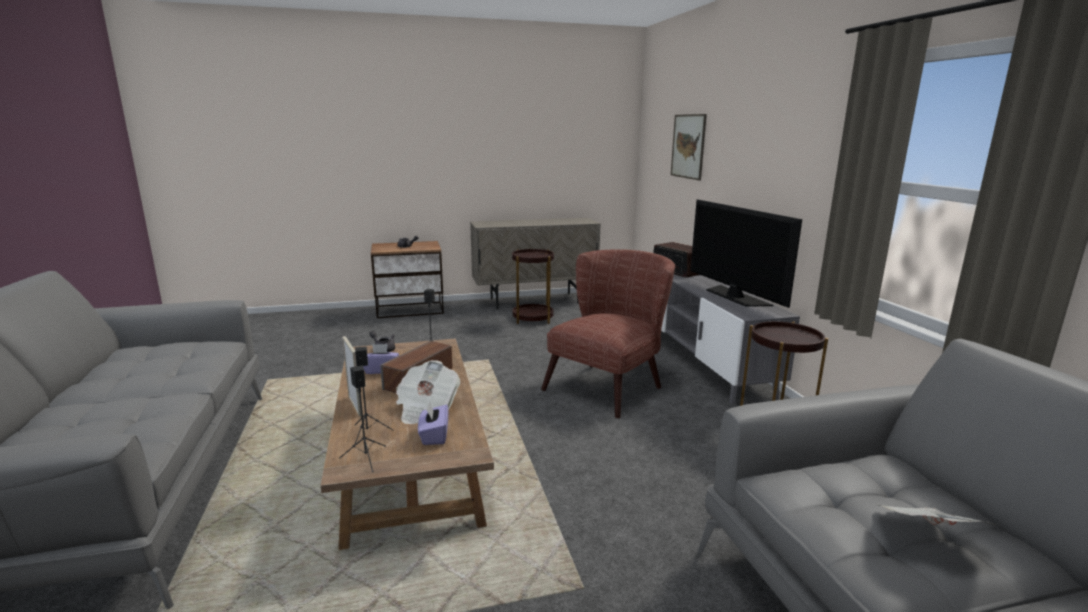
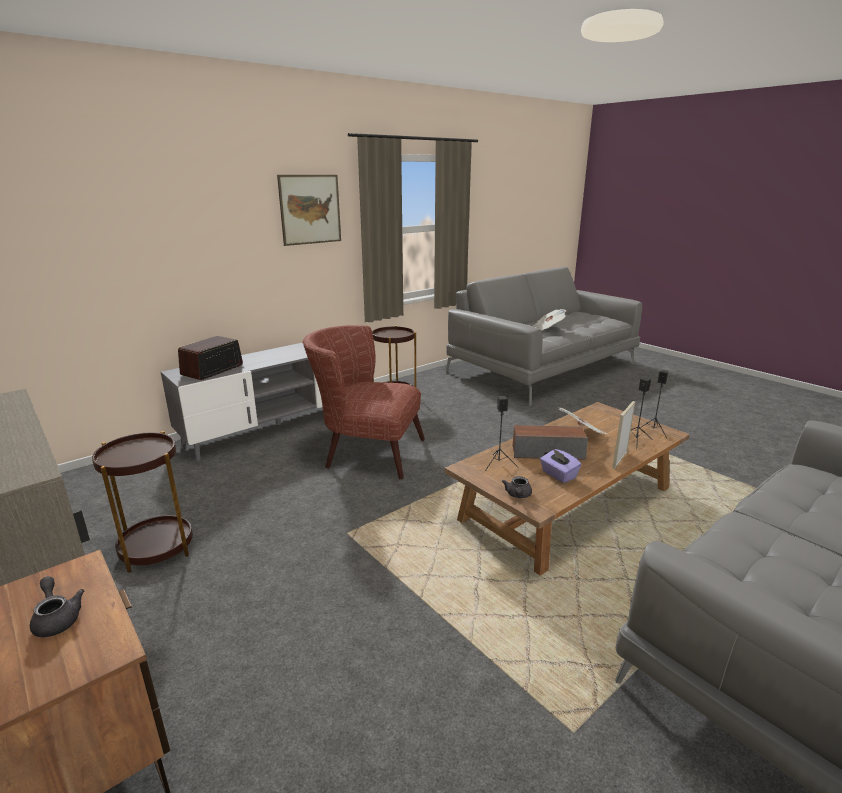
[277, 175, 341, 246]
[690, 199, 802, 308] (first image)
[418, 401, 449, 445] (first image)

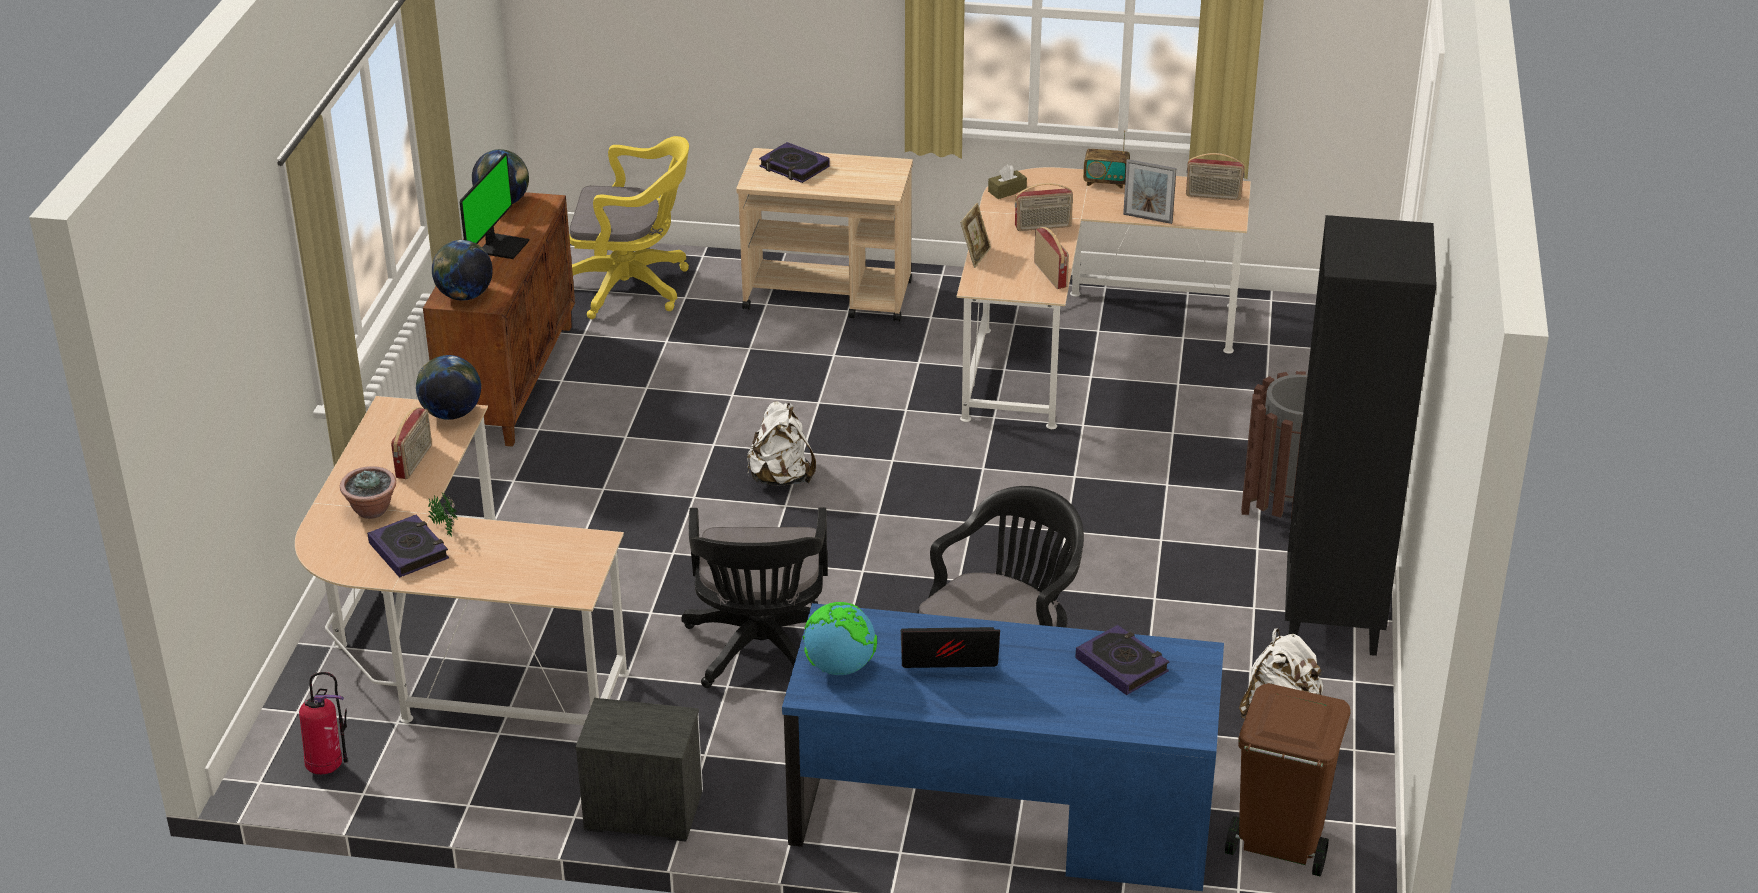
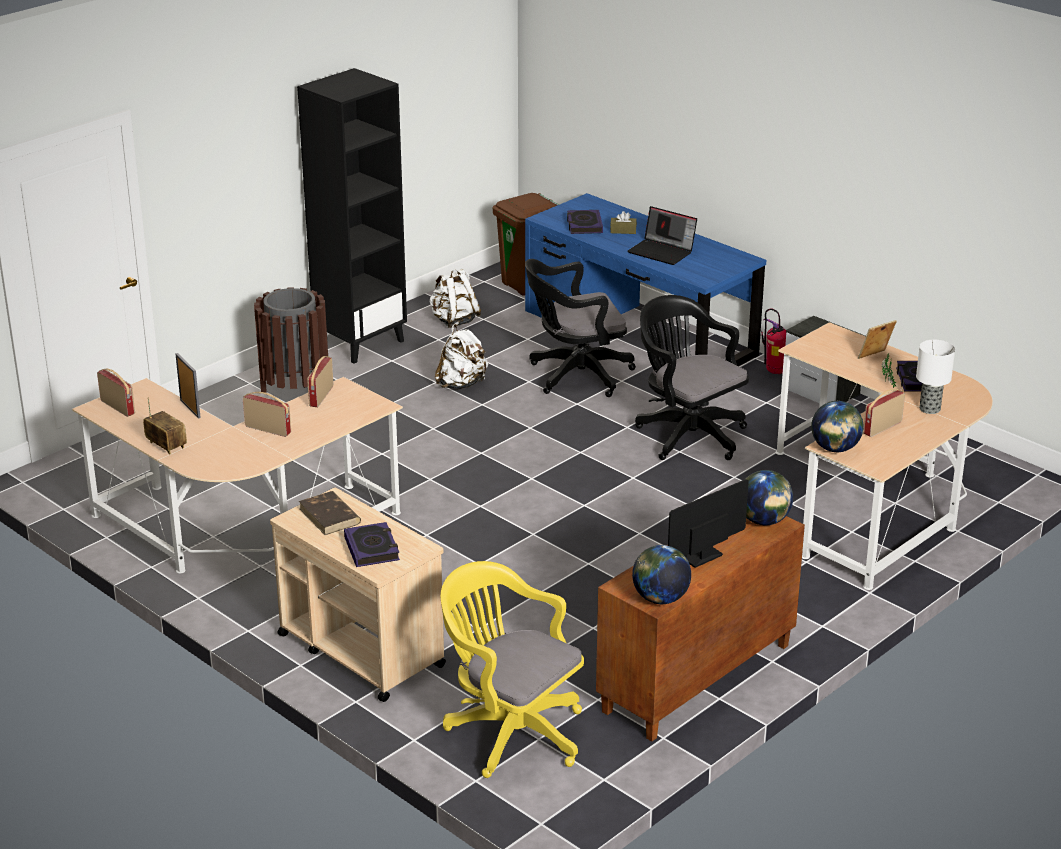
[610, 211, 637, 234]
[858, 320, 897, 359]
[435, 324, 488, 389]
[916, 340, 955, 414]
[635, 295, 749, 460]
[803, 602, 877, 675] (first image)
[761, 309, 786, 374]
[299, 491, 361, 535]

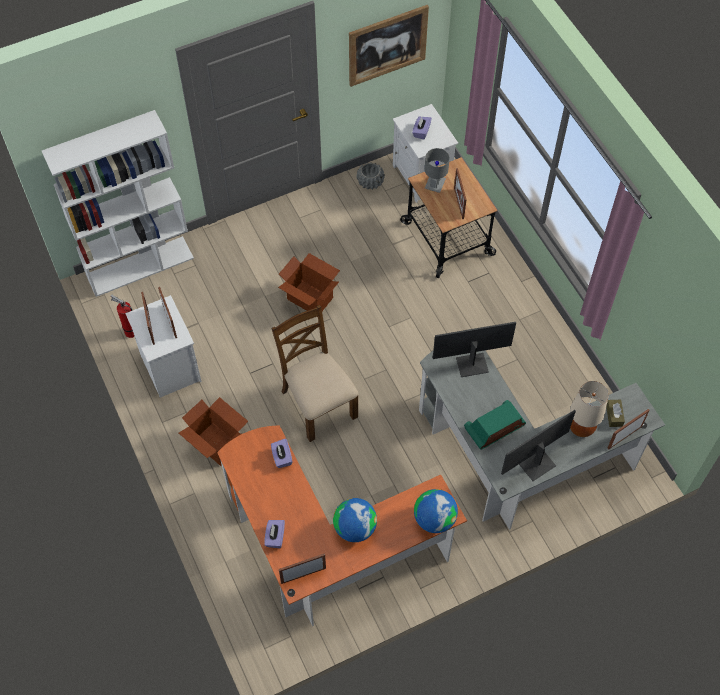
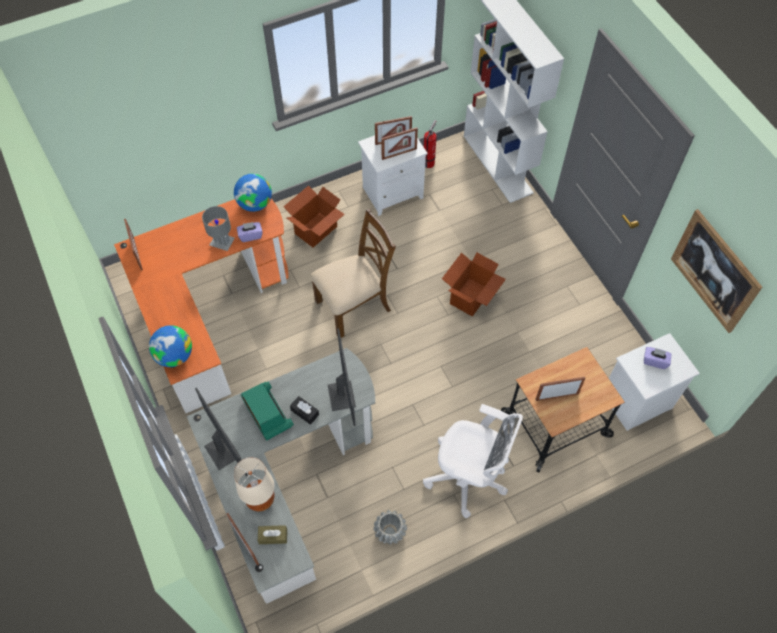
[202, 206, 235, 251]
[374, 510, 407, 545]
[234, 174, 272, 212]
[264, 520, 285, 548] (first image)
[290, 396, 319, 425]
[423, 404, 523, 518]

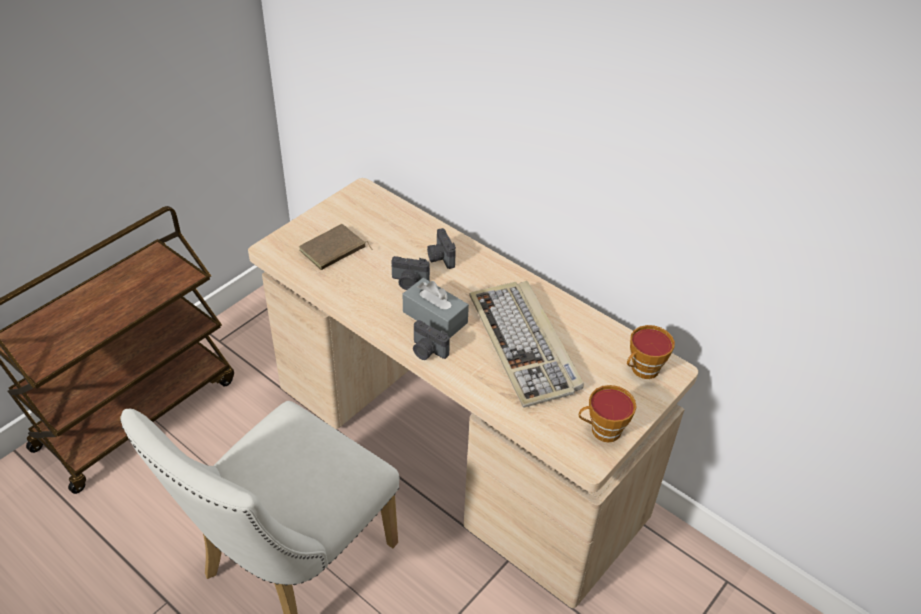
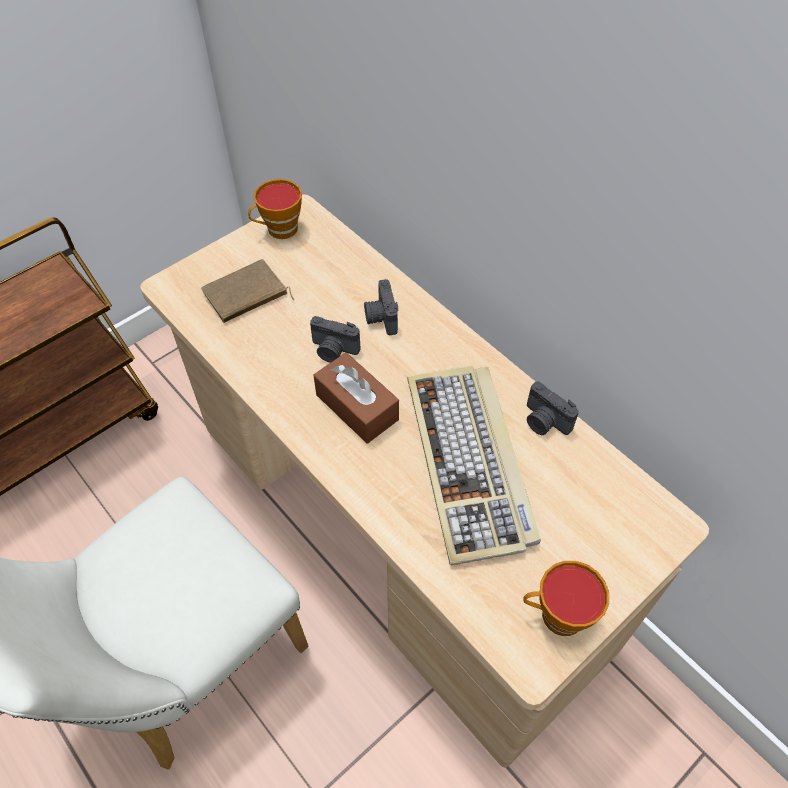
[314, 352, 399, 444]
[527, 381, 579, 435]
[248, 179, 302, 239]

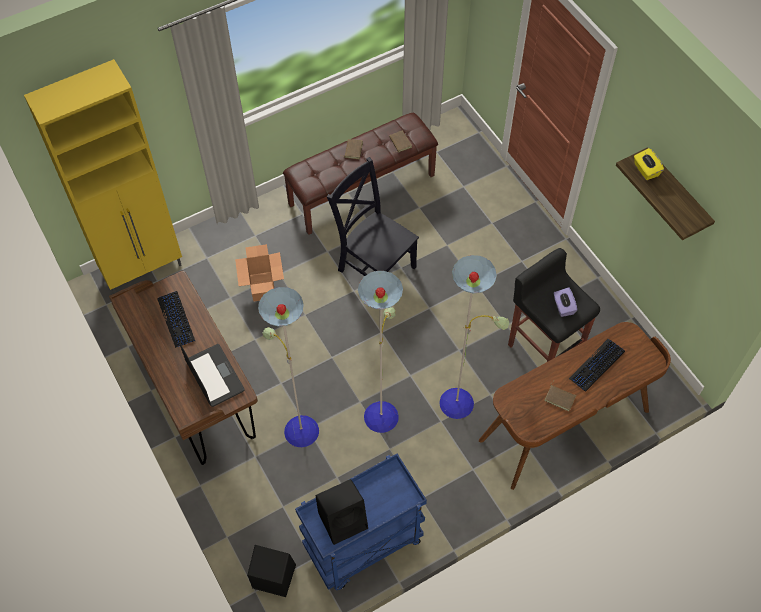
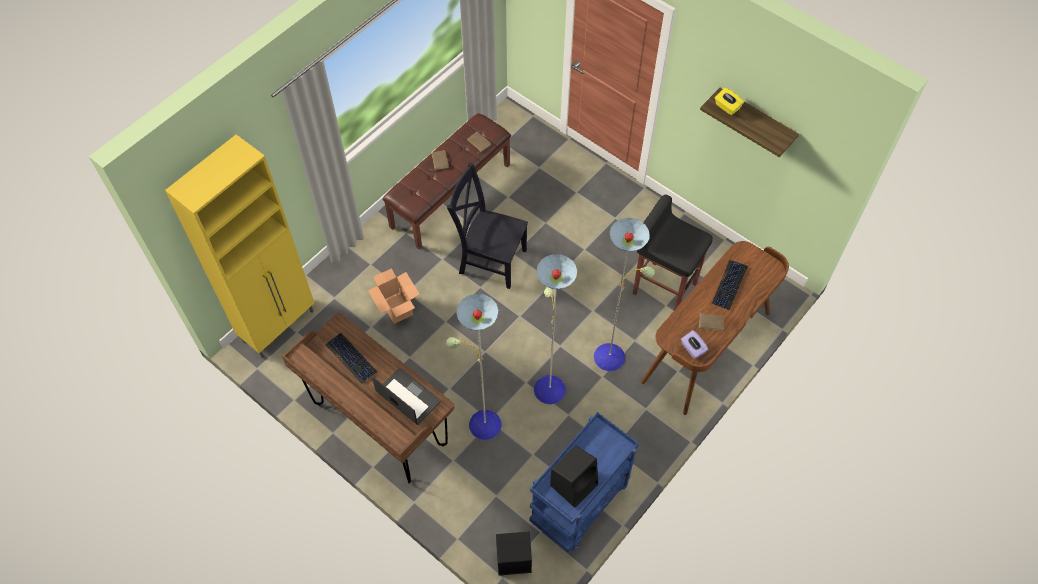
[681, 330, 708, 359]

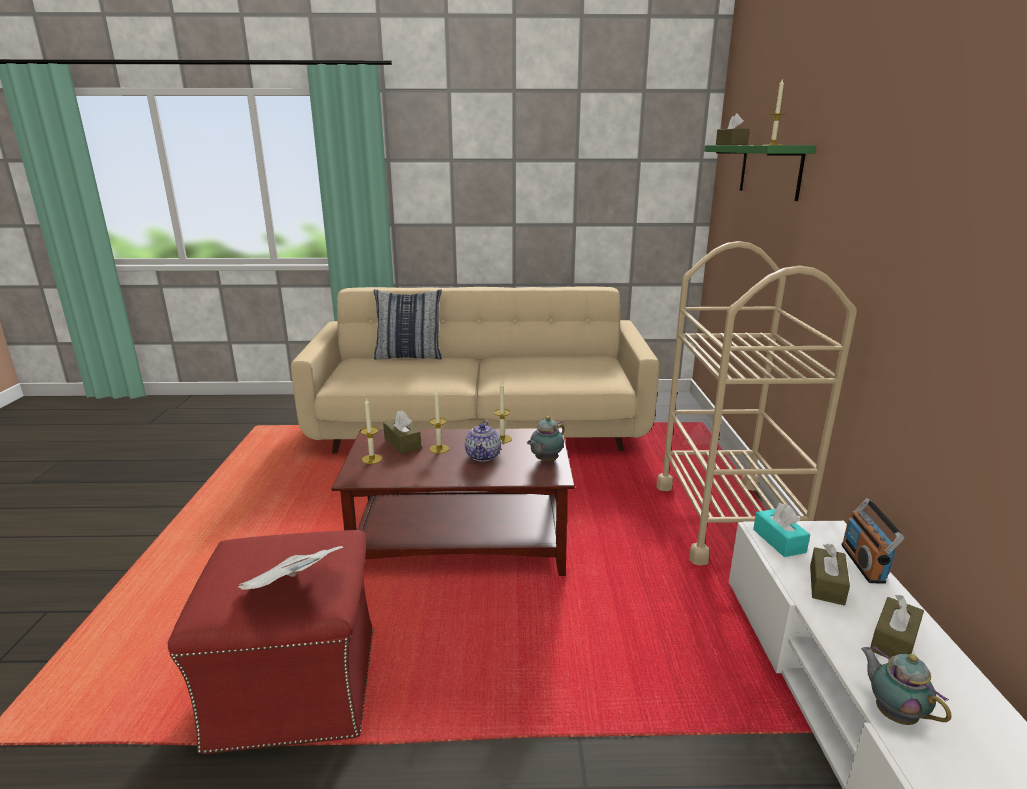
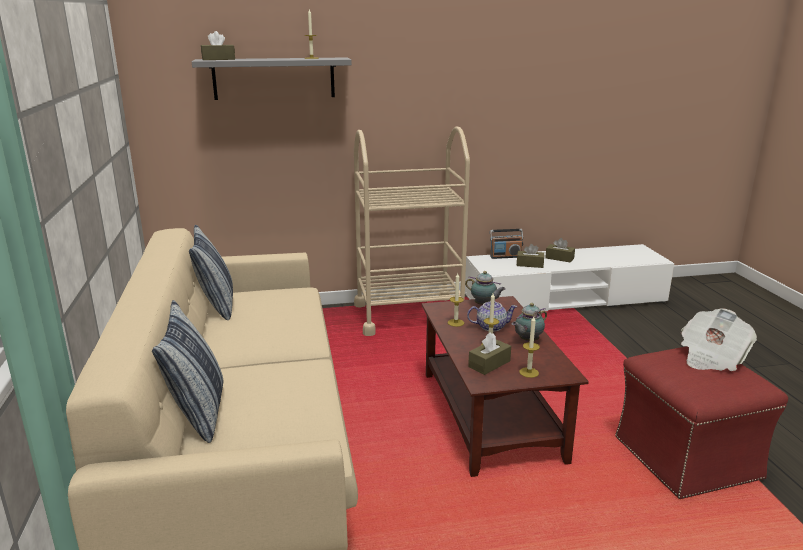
[192, 57, 352, 100]
[753, 503, 810, 557] (first image)
[512, 303, 547, 342]
[189, 224, 233, 320]

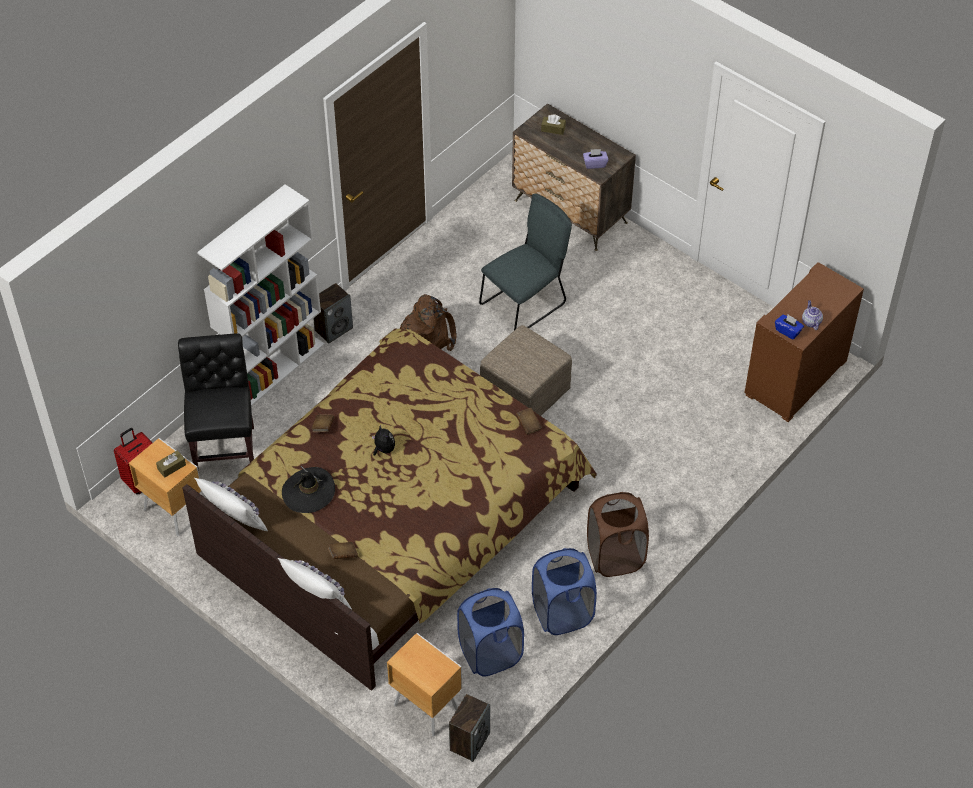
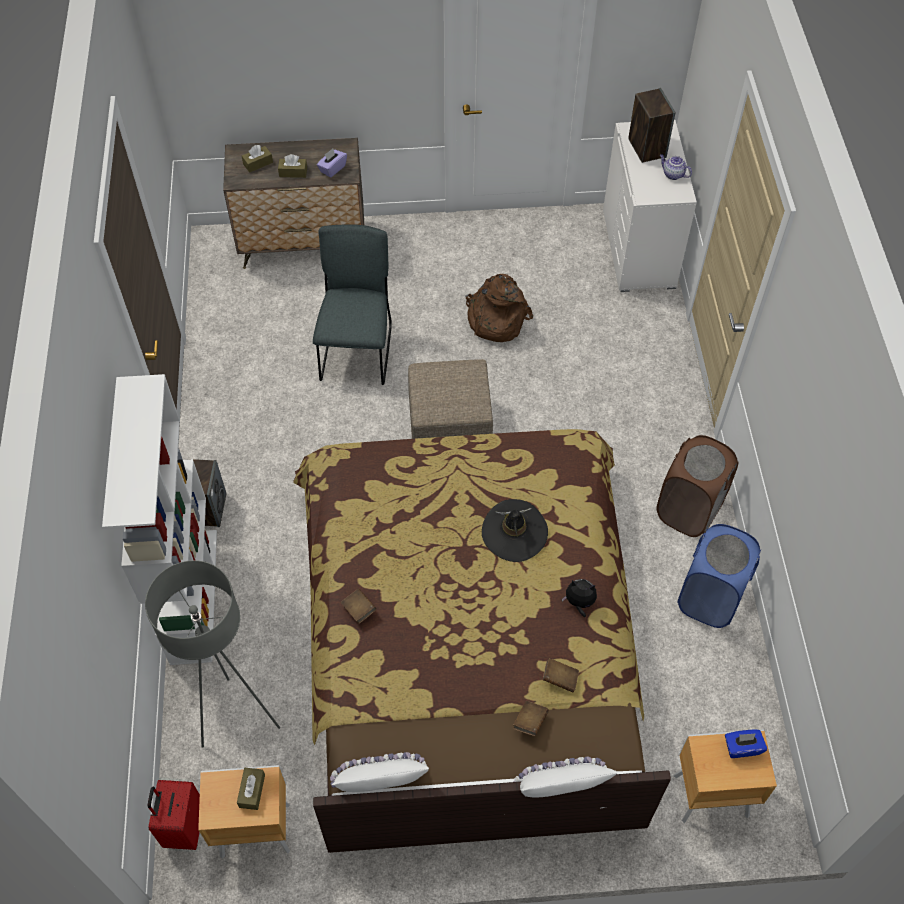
[603, 120, 697, 292]
[465, 274, 533, 342]
[725, 730, 767, 758]
[145, 560, 280, 748]
[543, 658, 579, 692]
[562, 579, 597, 617]
[482, 499, 548, 562]
[457, 588, 524, 677] (first image)
[628, 88, 675, 163]
[278, 154, 307, 178]

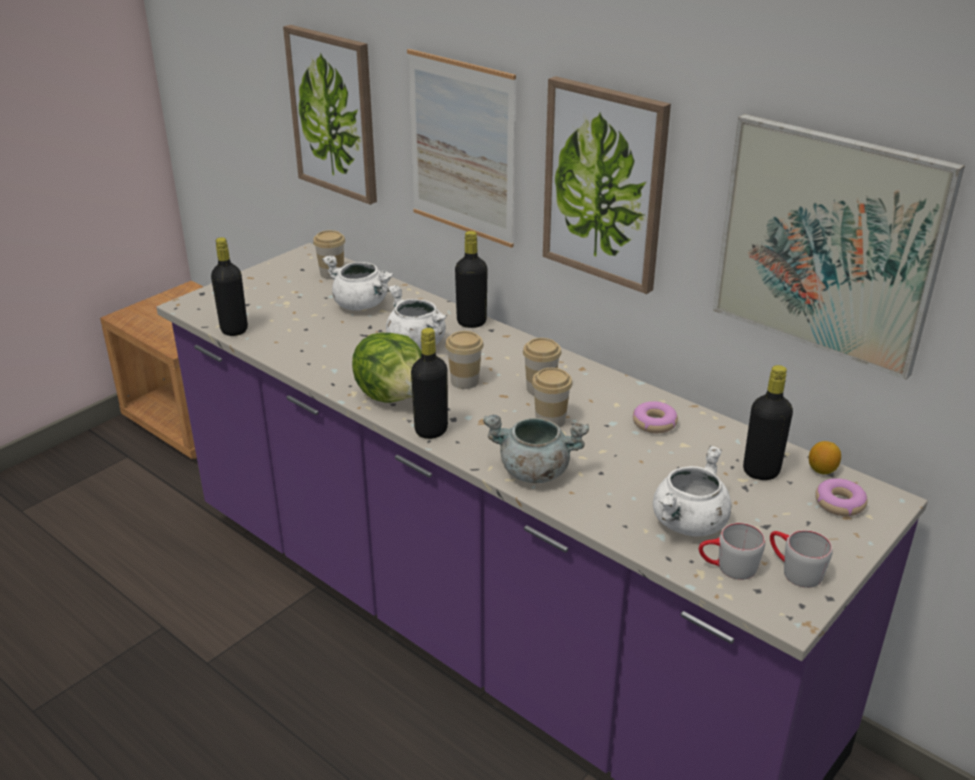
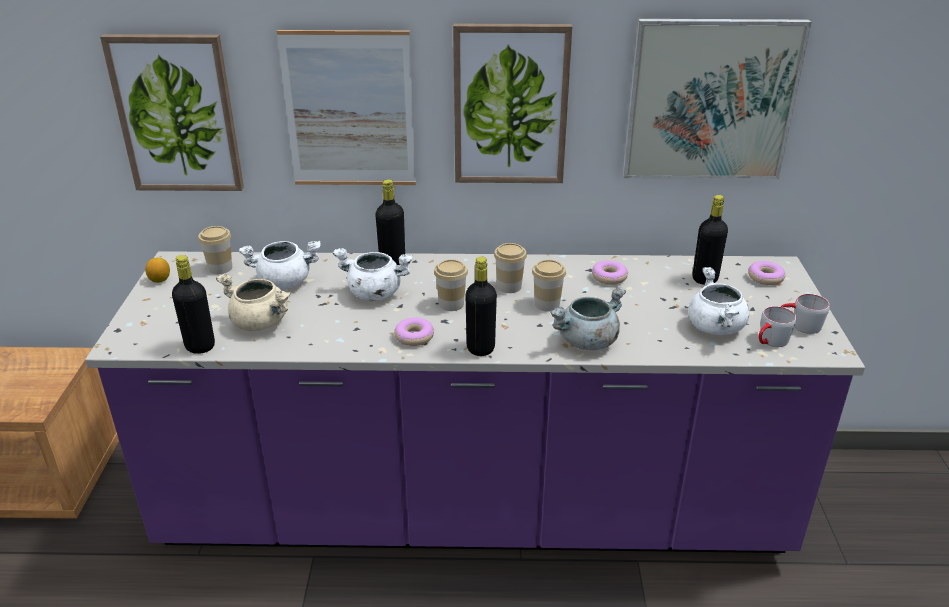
[394, 318, 434, 346]
[145, 258, 170, 283]
[216, 274, 291, 331]

